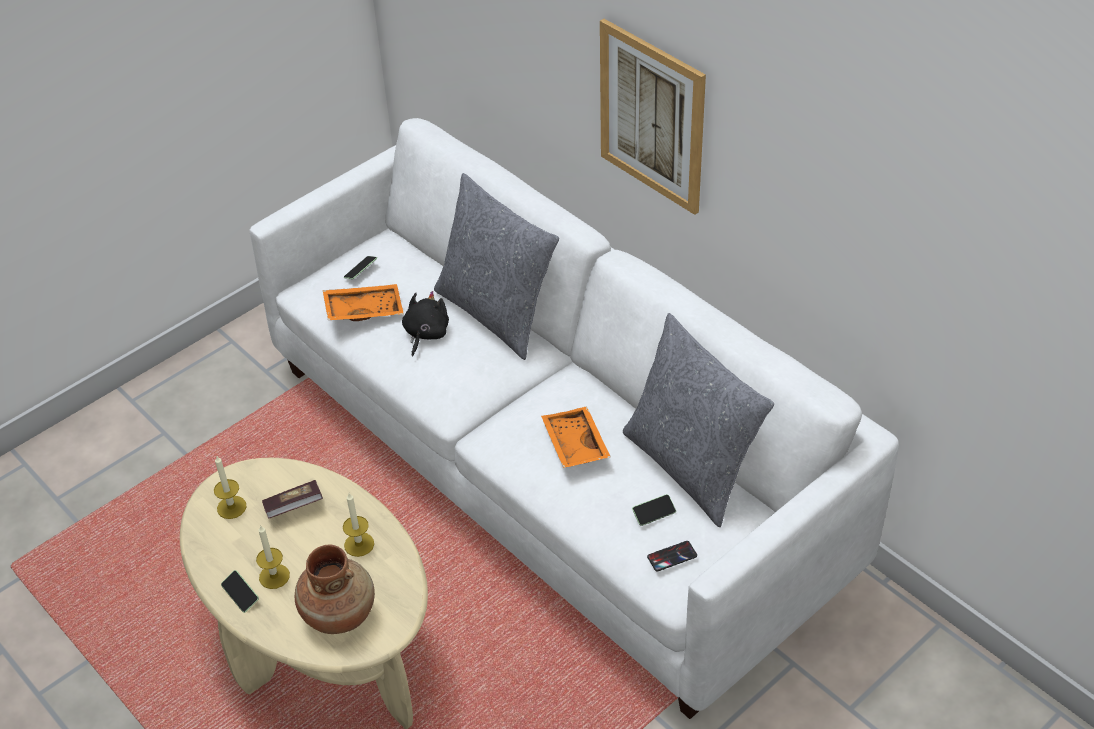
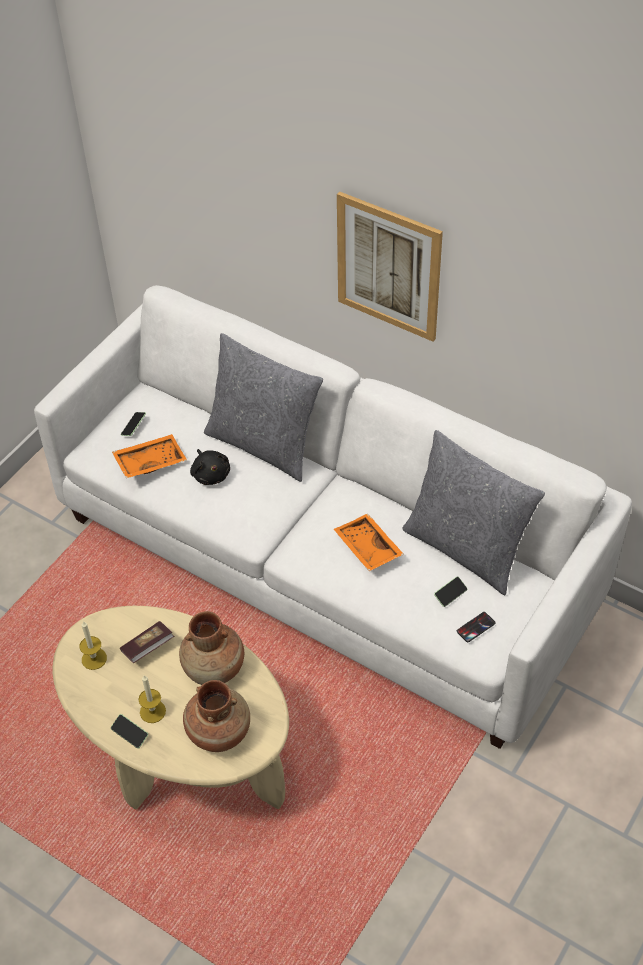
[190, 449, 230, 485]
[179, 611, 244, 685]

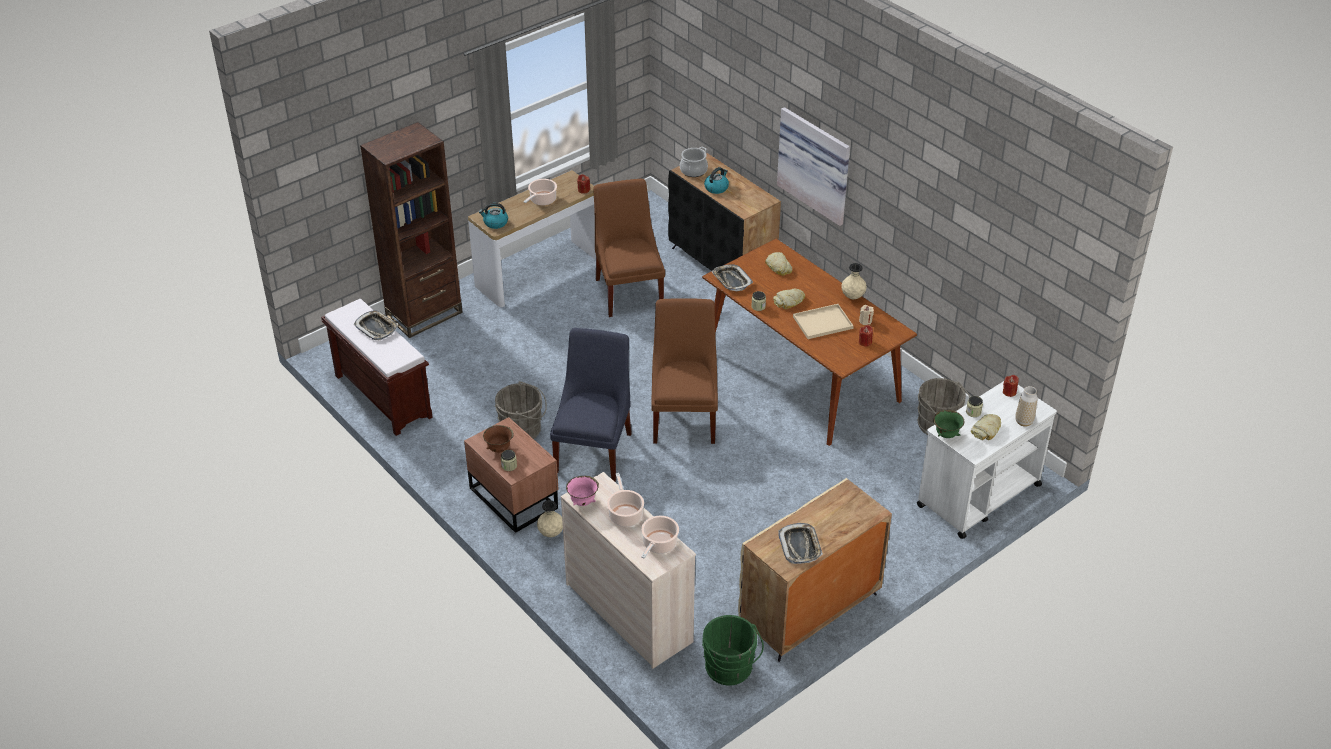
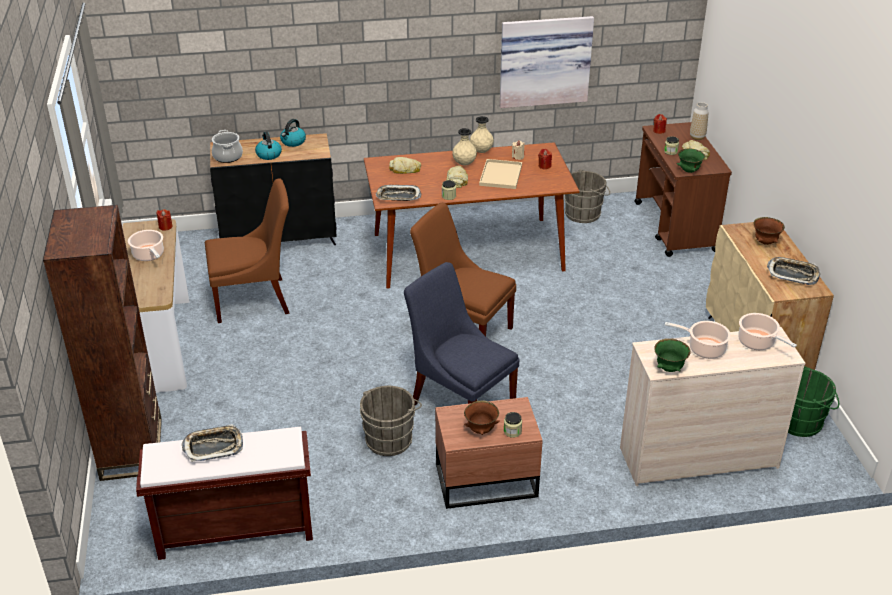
[500, 16, 594, 108]
[205, 178, 289, 323]
[280, 119, 306, 147]
[634, 122, 732, 257]
[654, 338, 690, 372]
[452, 128, 477, 166]
[754, 217, 785, 245]

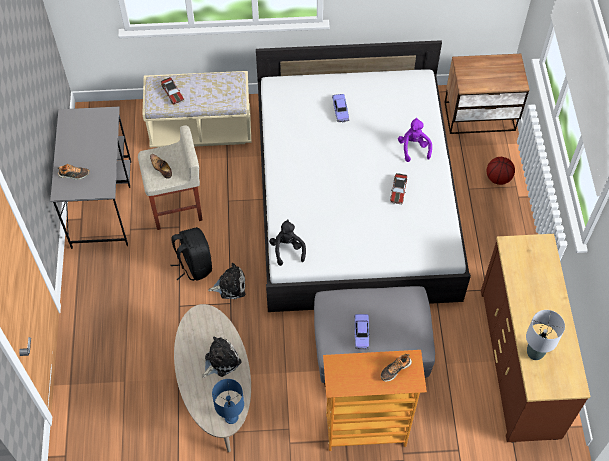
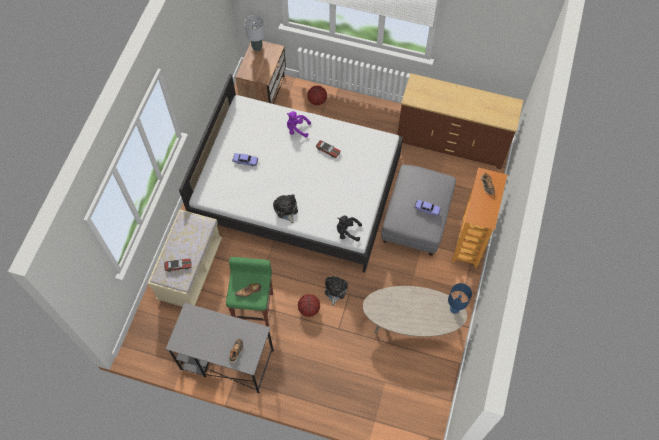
[226, 257, 273, 326]
[298, 294, 320, 317]
[245, 15, 265, 51]
[273, 194, 298, 224]

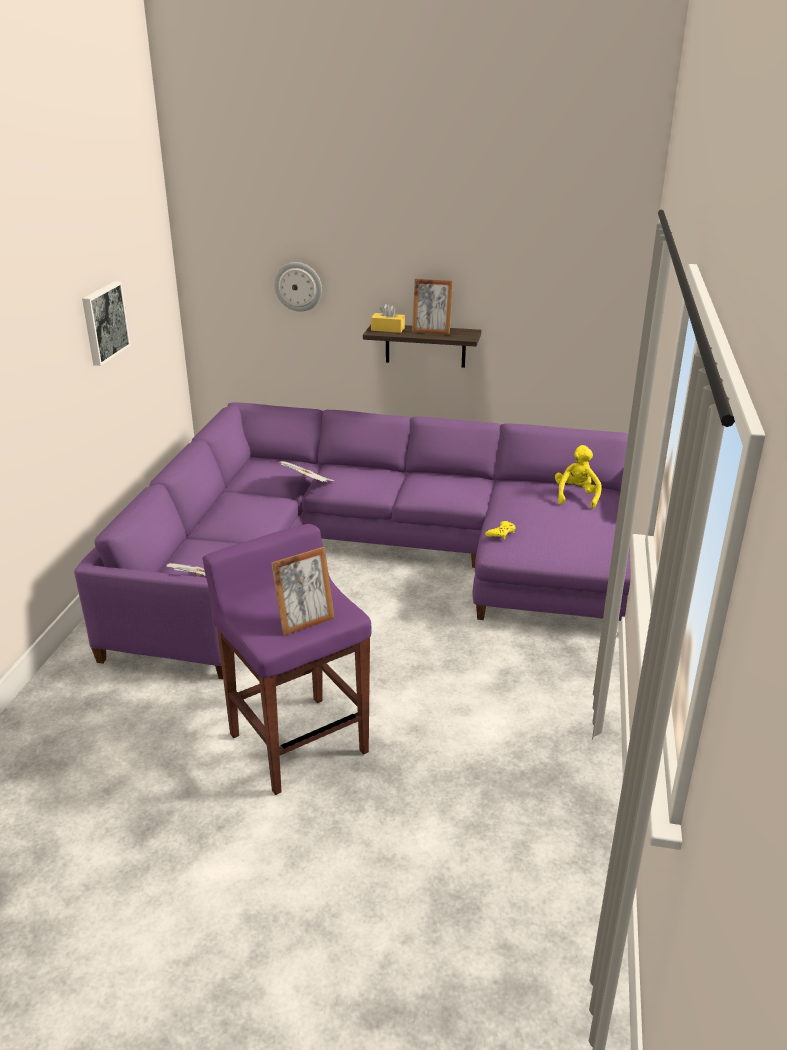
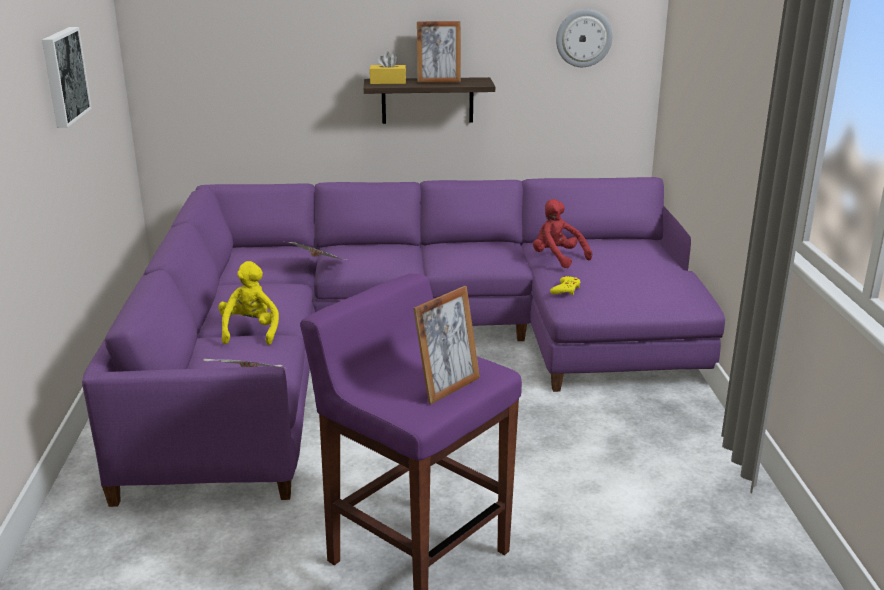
[556, 9, 613, 67]
[218, 261, 279, 345]
[533, 199, 592, 268]

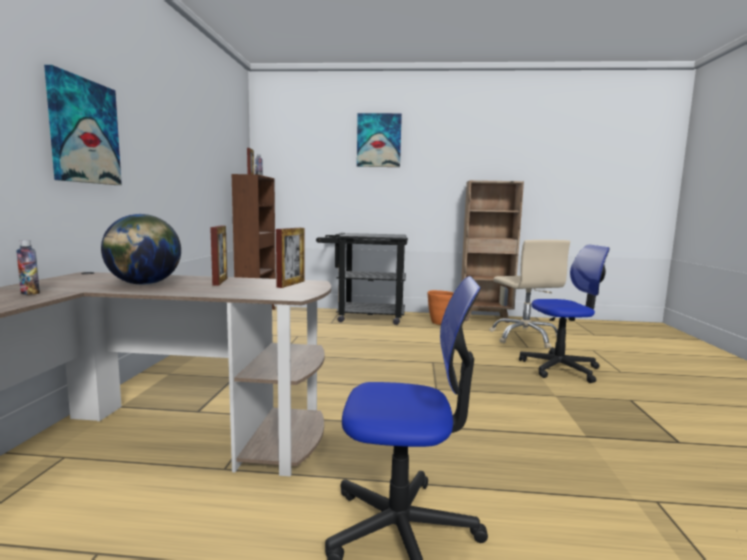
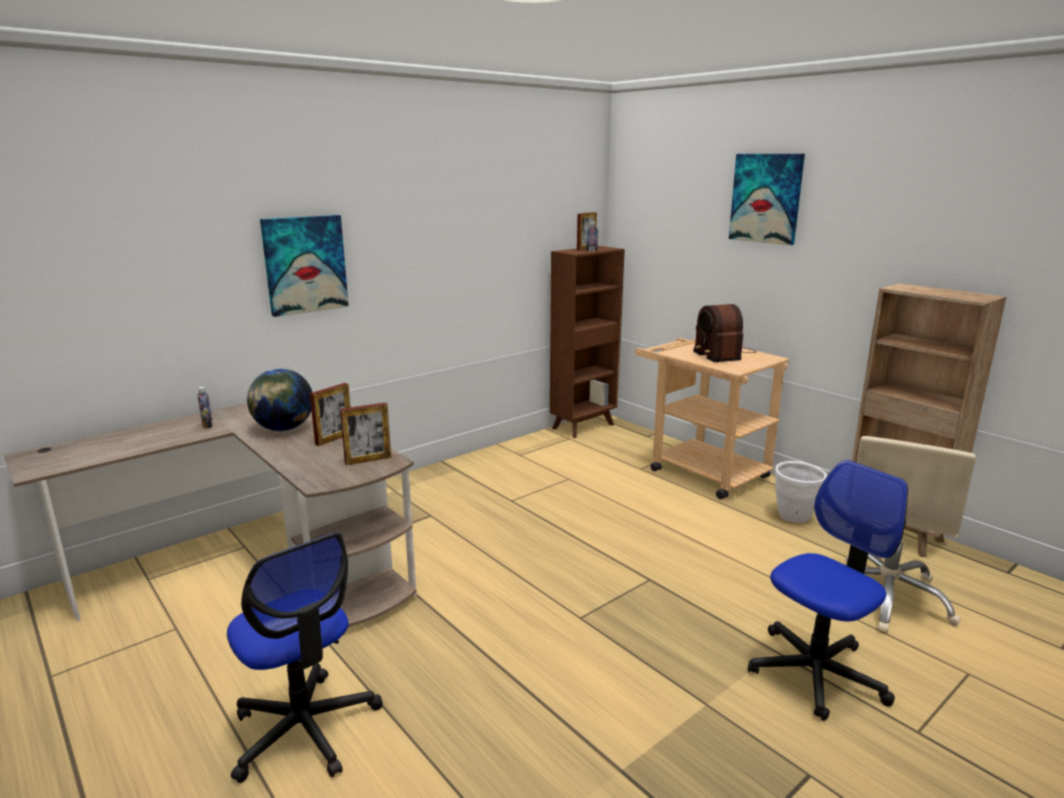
[635, 338, 789, 499]
[748, 460, 908, 721]
[775, 461, 827, 523]
[693, 304, 757, 362]

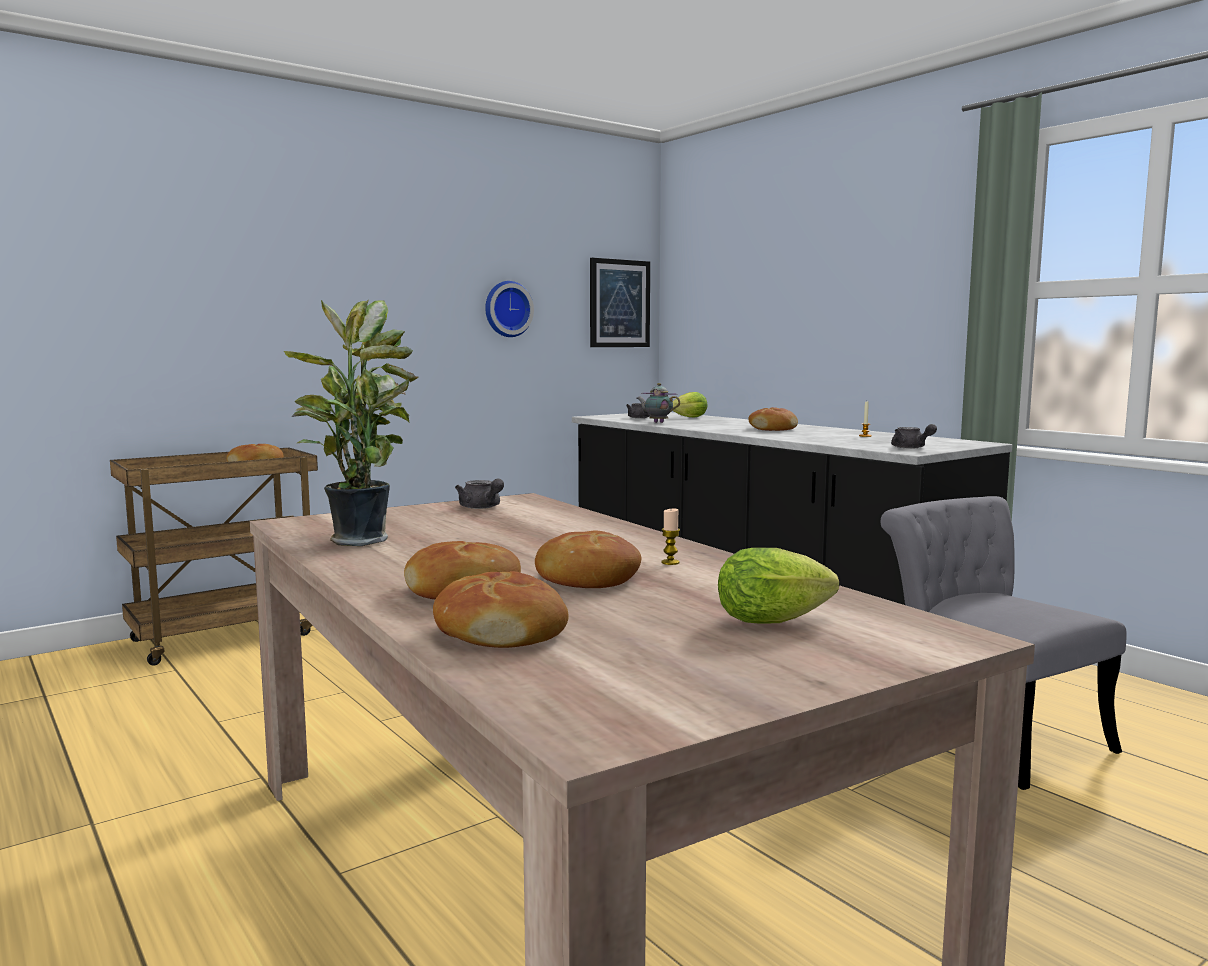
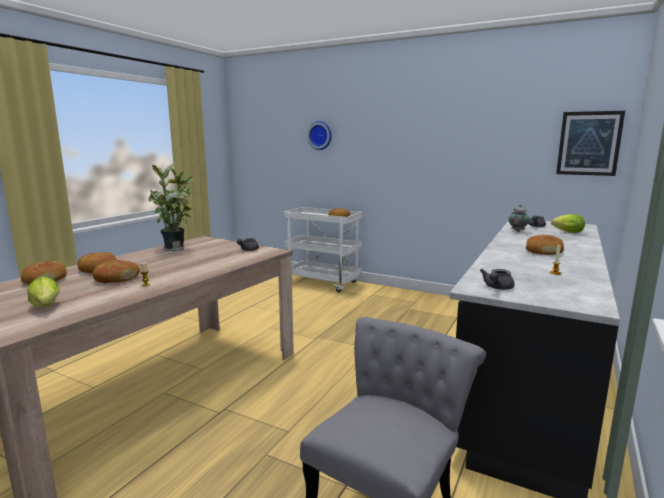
[307, 121, 332, 150]
[284, 207, 363, 292]

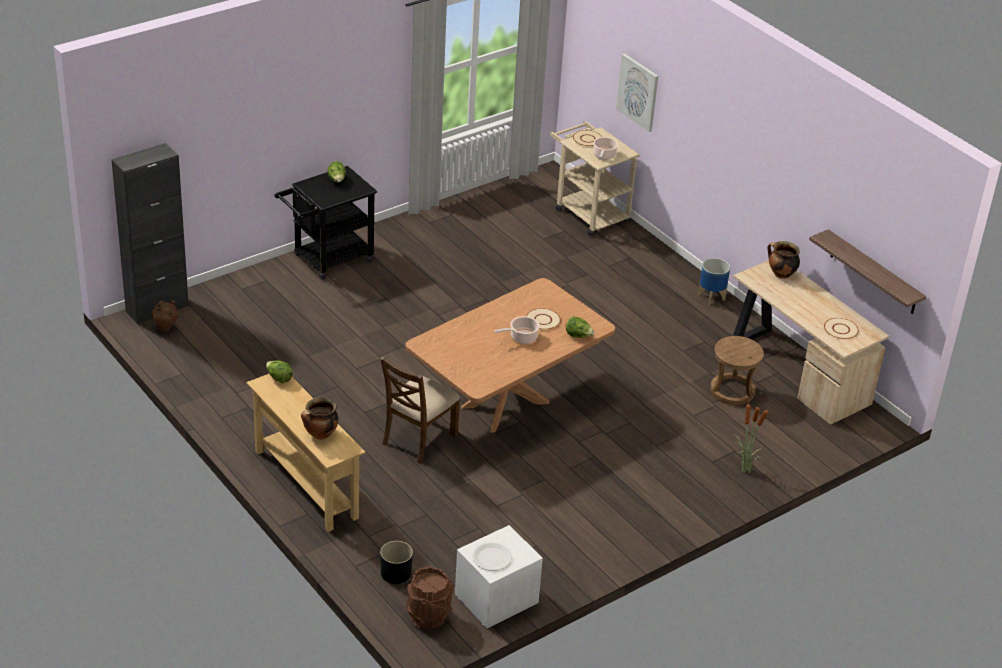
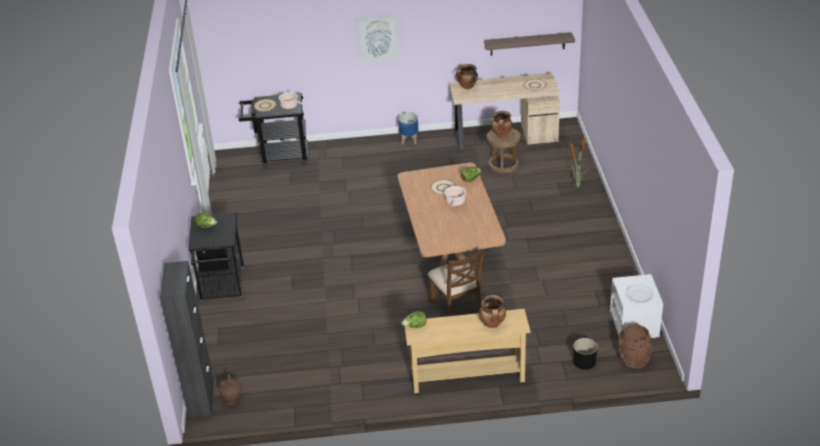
[357, 15, 399, 62]
[239, 93, 309, 168]
[491, 111, 512, 137]

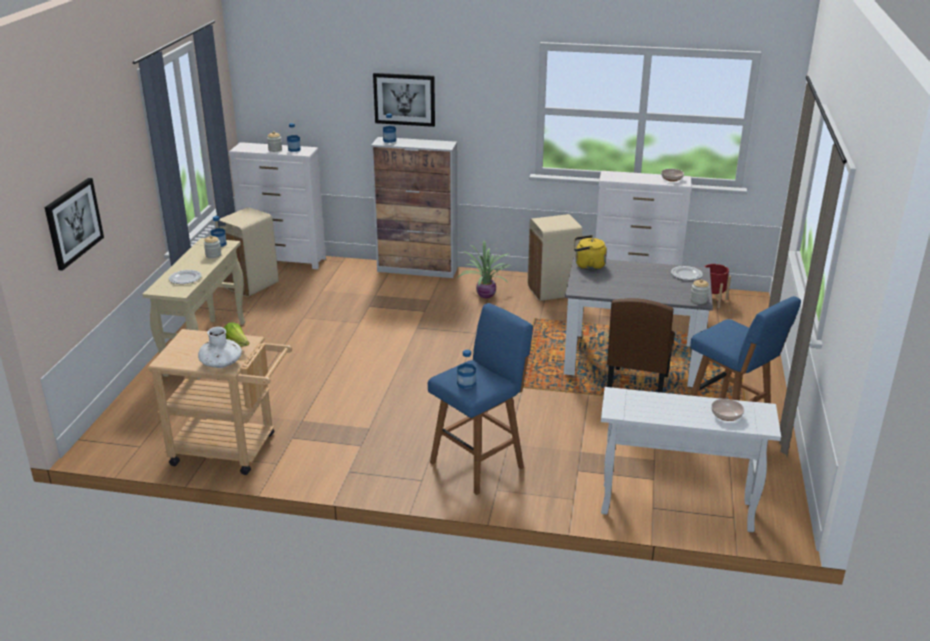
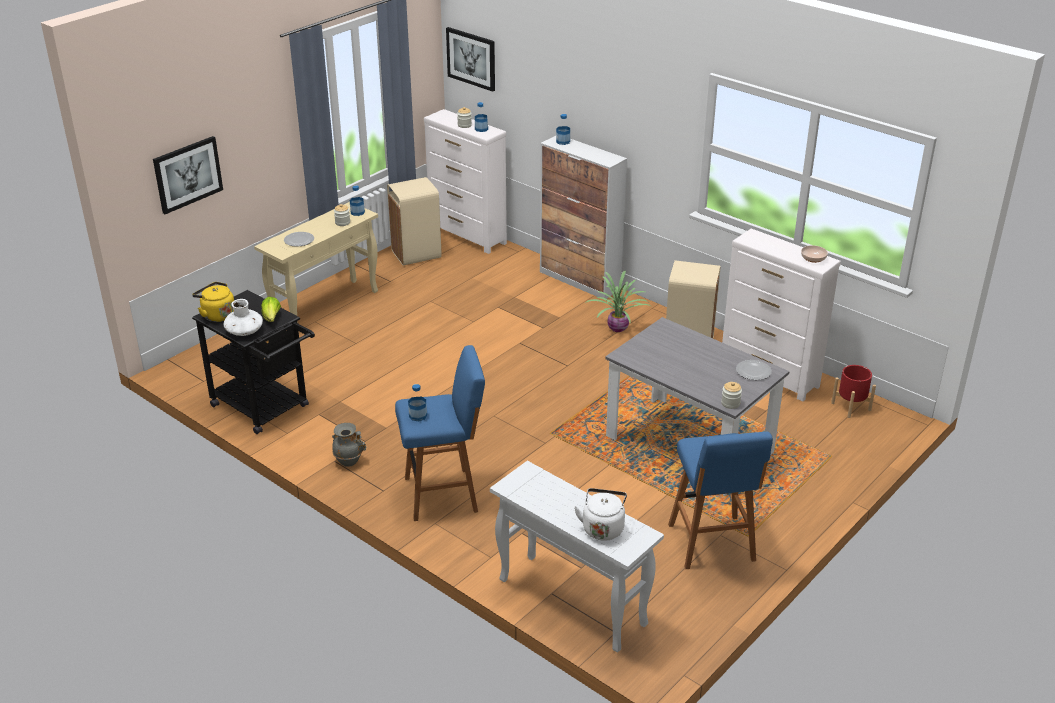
[446, 27, 495, 92]
[192, 282, 234, 322]
[607, 298, 675, 393] (first image)
[192, 290, 315, 434]
[574, 488, 627, 541]
[332, 423, 366, 467]

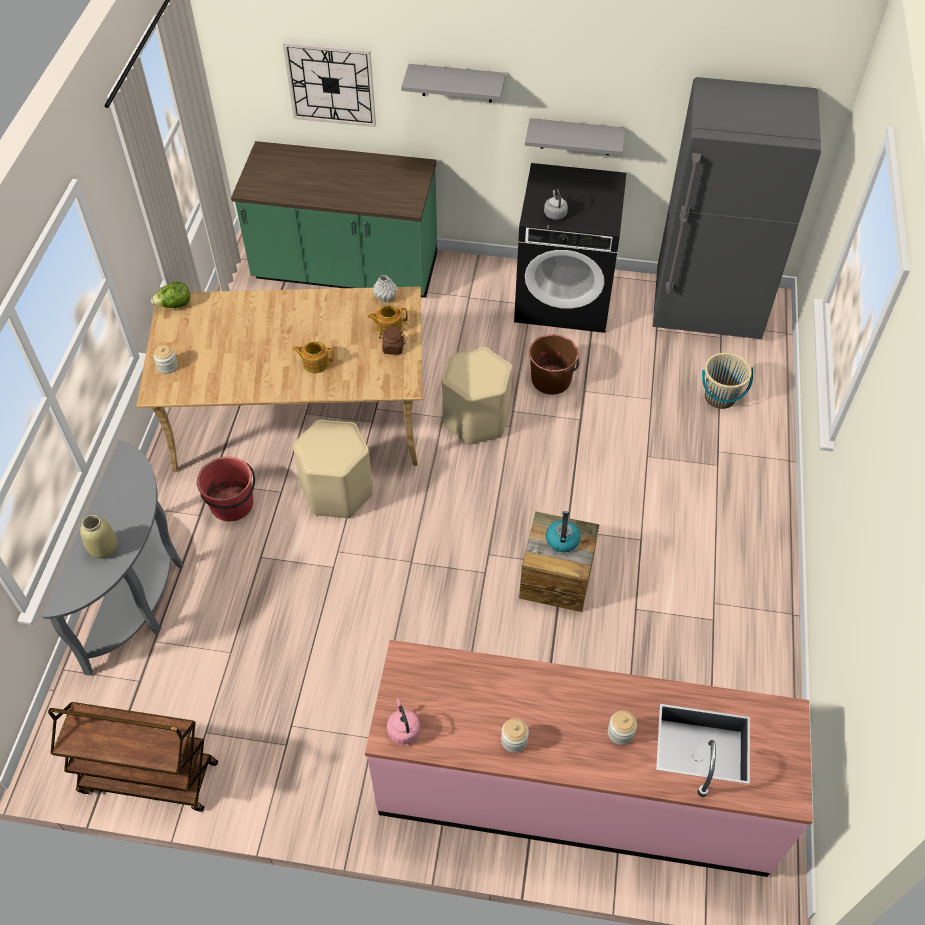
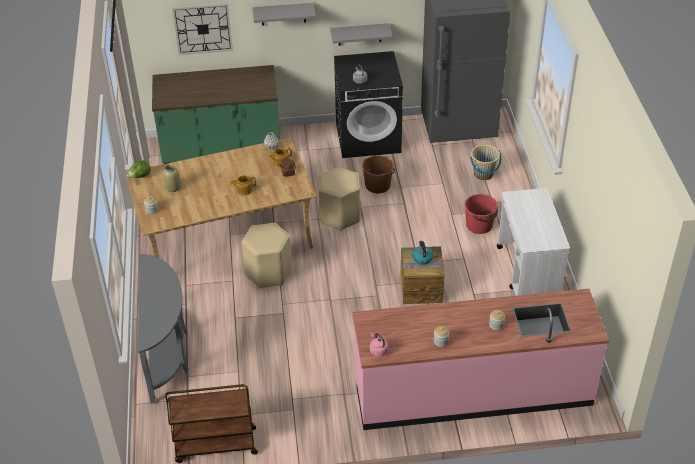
[465, 194, 498, 234]
[163, 165, 181, 192]
[497, 188, 570, 296]

